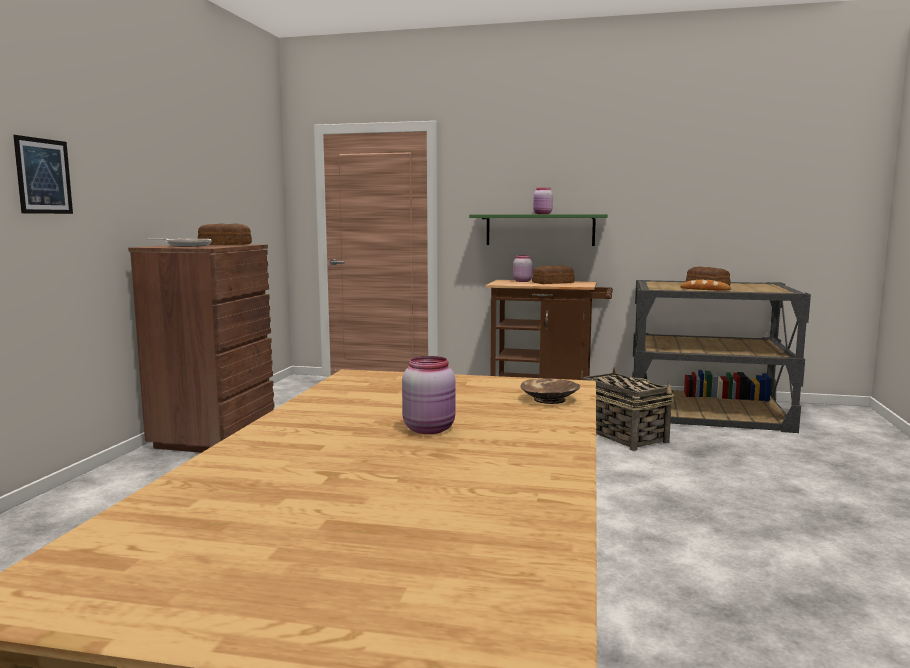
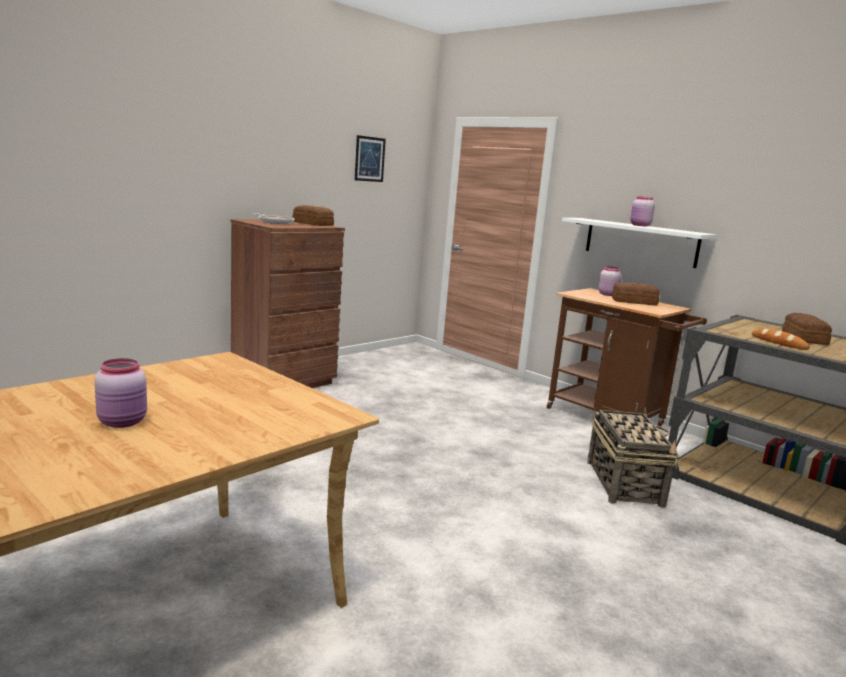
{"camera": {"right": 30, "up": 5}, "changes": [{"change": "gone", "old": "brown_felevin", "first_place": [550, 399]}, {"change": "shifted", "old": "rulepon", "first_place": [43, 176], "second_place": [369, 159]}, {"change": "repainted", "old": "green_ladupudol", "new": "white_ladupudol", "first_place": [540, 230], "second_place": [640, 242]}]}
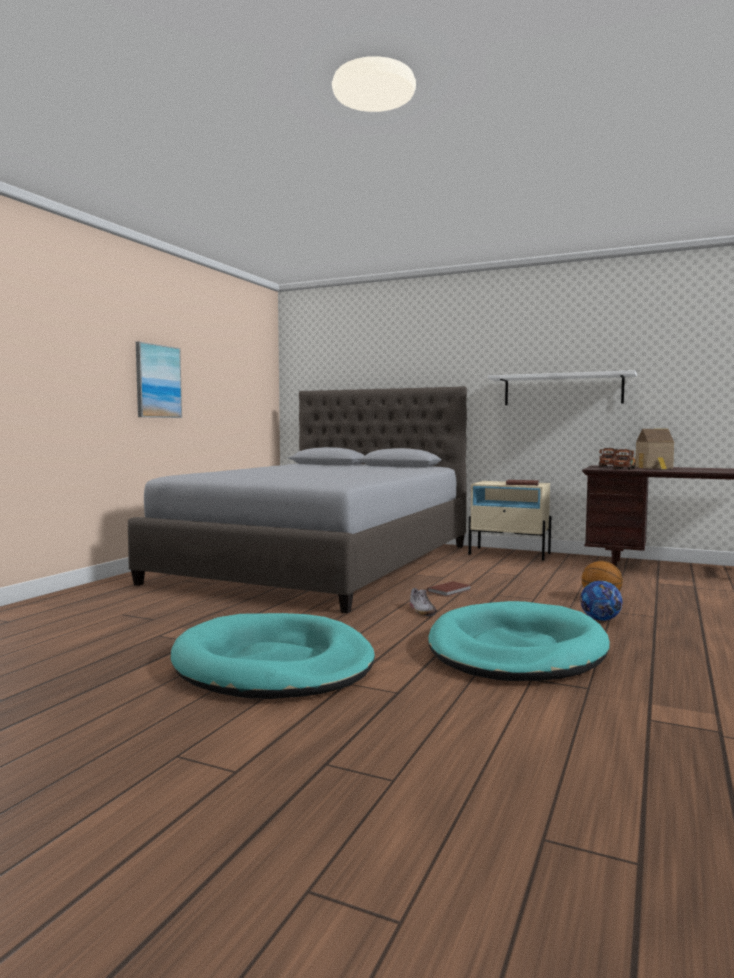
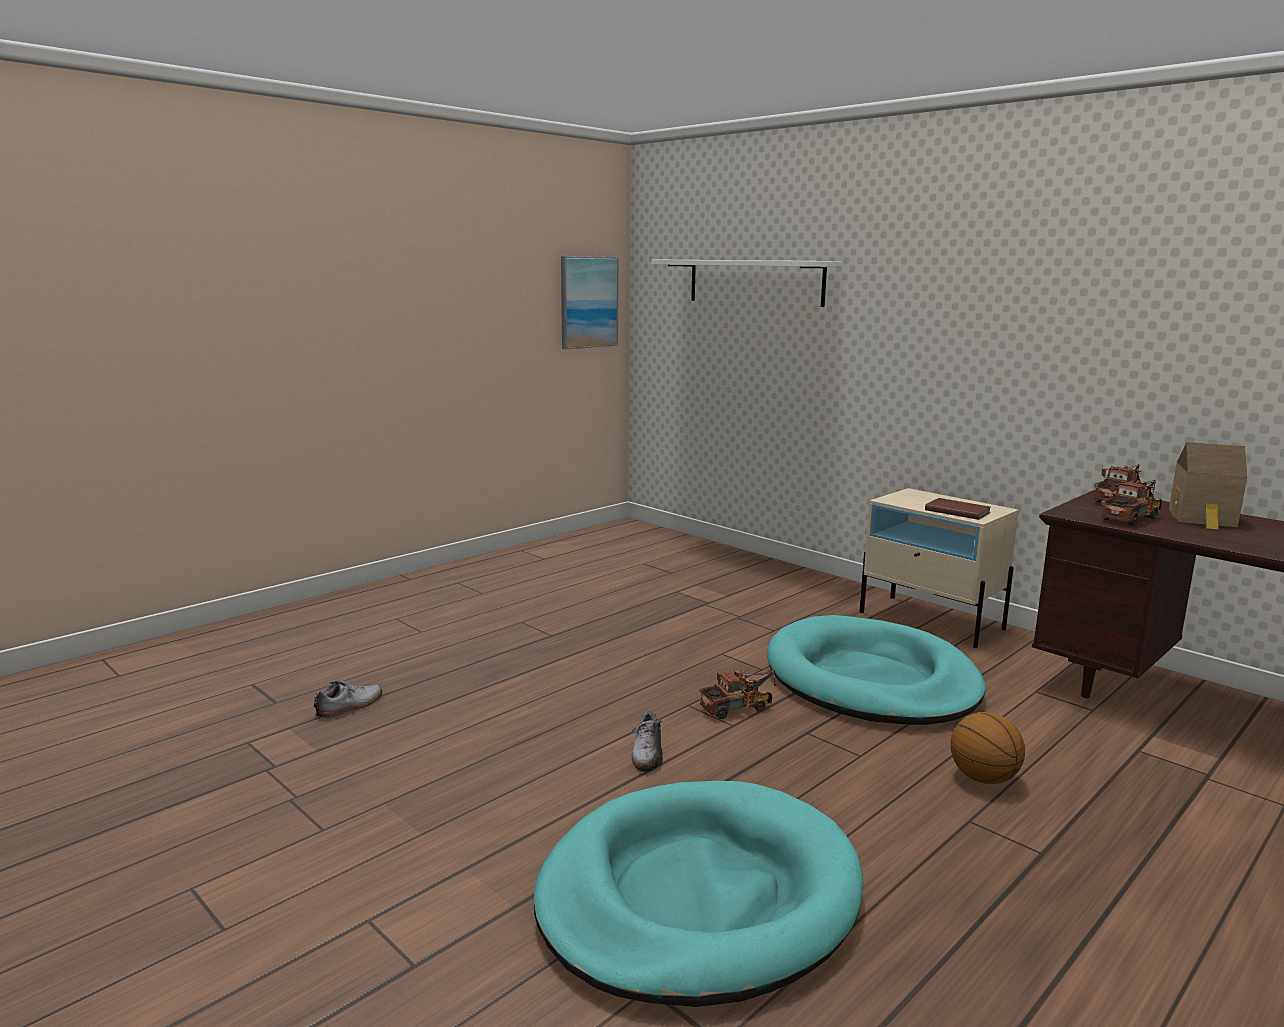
{"camera": {"right": 20, "up": 10}, "changes": [{"change": "gone", "old": "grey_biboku", "first_place": [321, 563]}, {"change": "gone", "old": "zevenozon", "first_place": [600, 619]}, {"change": "new", "new": "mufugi", "second_place": [350, 706]}, {"change": "shifted", "old": "rulepon", "first_place": [157, 381], "second_place": [588, 302]}, {"change": "shifted", "old": "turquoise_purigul", "first_place": [273, 664], "second_place": [871, 680]}, {"change": "shifted", "old": "white_ladupudol", "first_place": [562, 390], "second_place": [755, 282]}, {"change": "swapped", "old": "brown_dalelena", "new": "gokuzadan", "first_place": [450, 590], "second_place": [740, 707]}]}
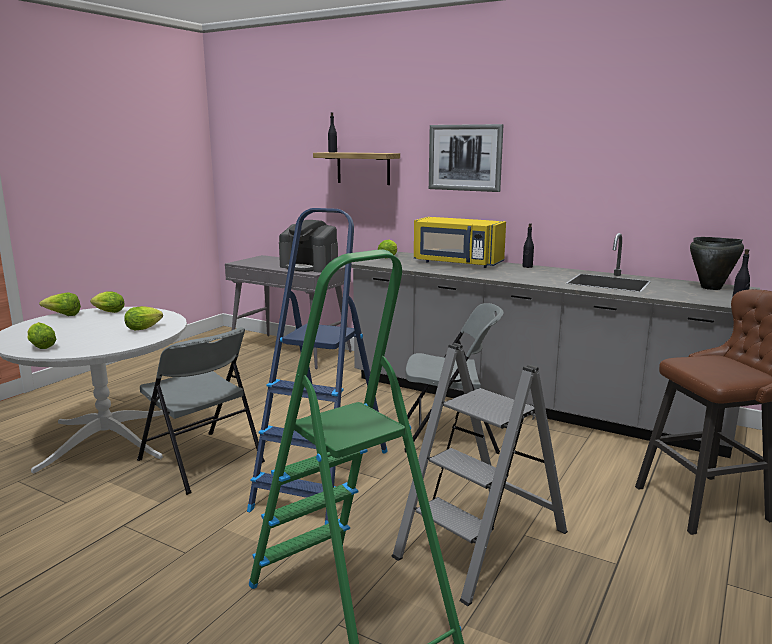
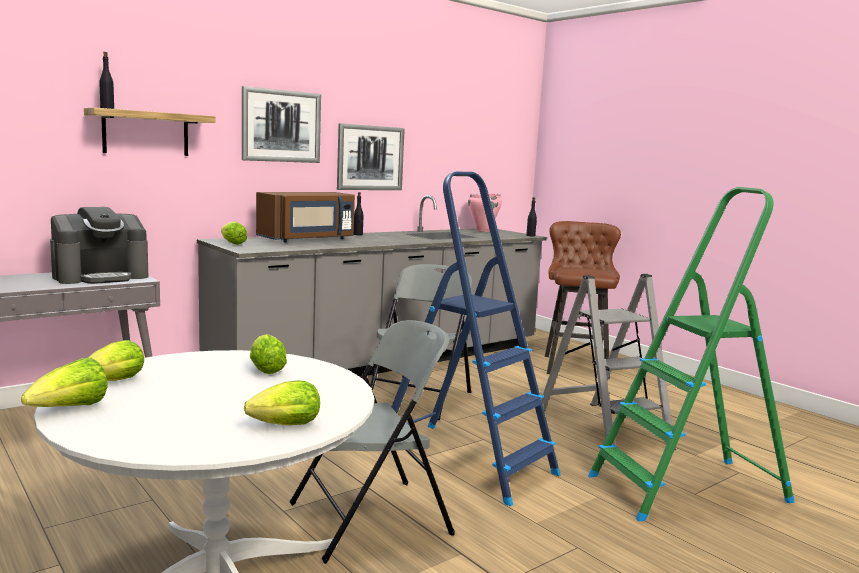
{"camera": {"right": -70, "up": -5}, "changes": [{"change": "new", "new": "rulepon", "second_place": [370, 158]}, {"change": "repainted", "old": "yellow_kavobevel", "new": "brown_kavobevel", "first_place": [457, 263], "second_place": [308, 239]}, {"change": "repainted", "old": "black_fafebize", "new": "pink_fafebize", "first_place": [711, 288], "second_place": [483, 230]}]}
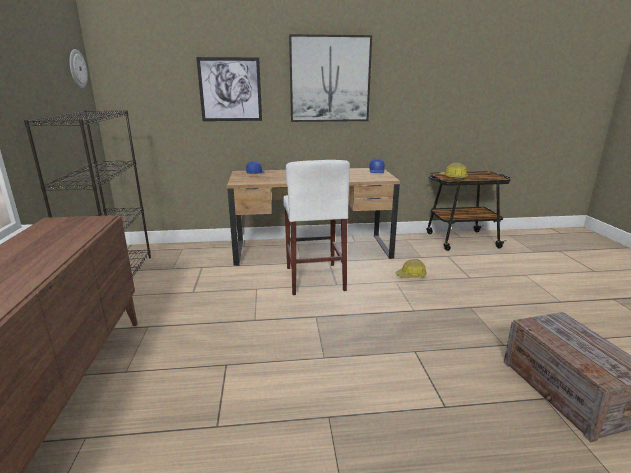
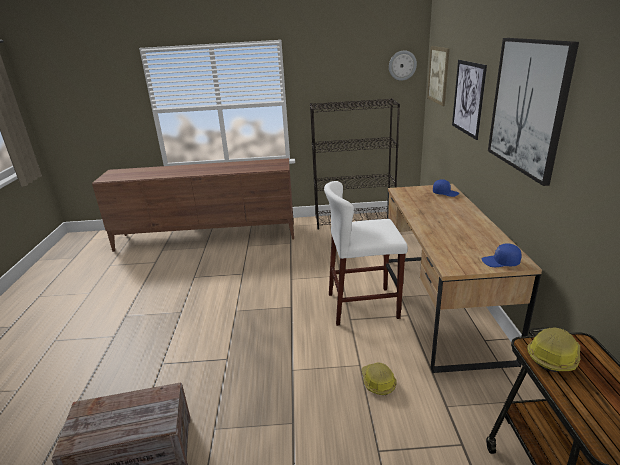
{"camera": {"right": 95, "up": 5}, "changes": [{"change": "new", "new": "rulepon", "second_place": [438, 75]}]}
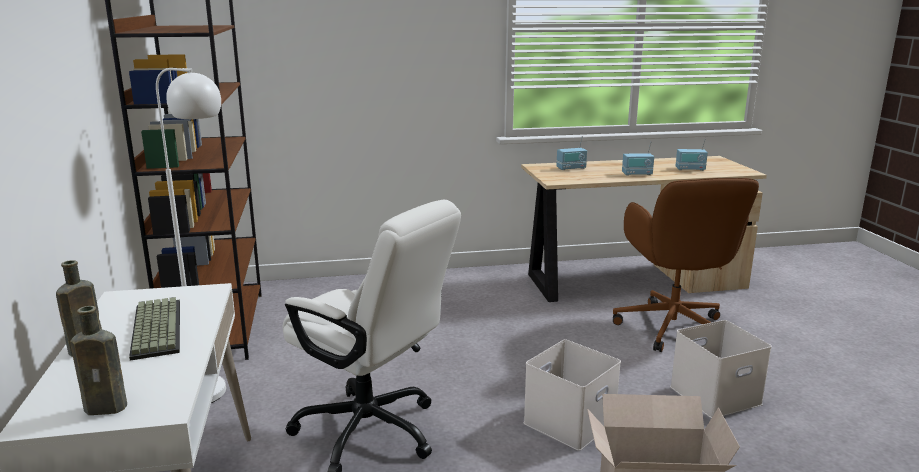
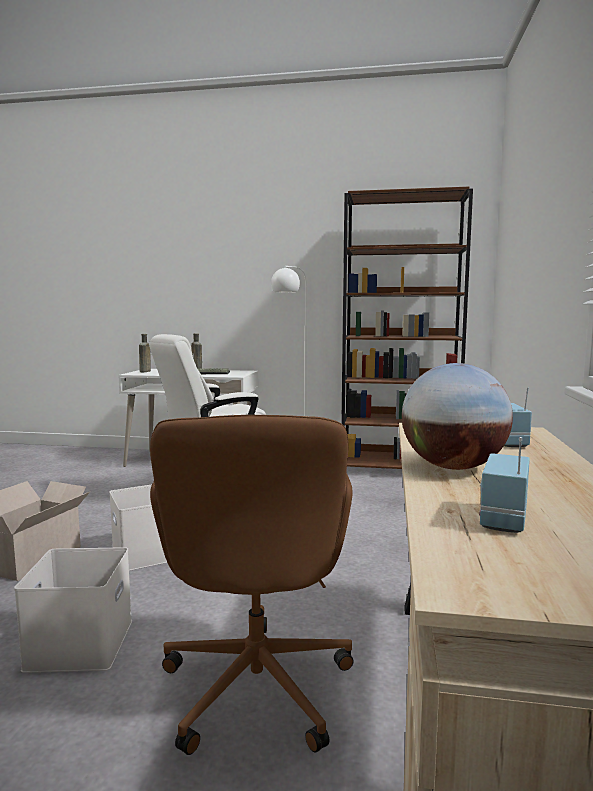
{"camera": {"right": 110, "up": -10}, "changes": [{"change": "swapped", "old": "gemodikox", "new": "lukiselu", "first_place": [637, 174], "second_place": [453, 467]}, {"change": "rotated", "old": "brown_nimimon", "first_place": [672, 329], "second_place": [256, 689], "degrees": -105}]}
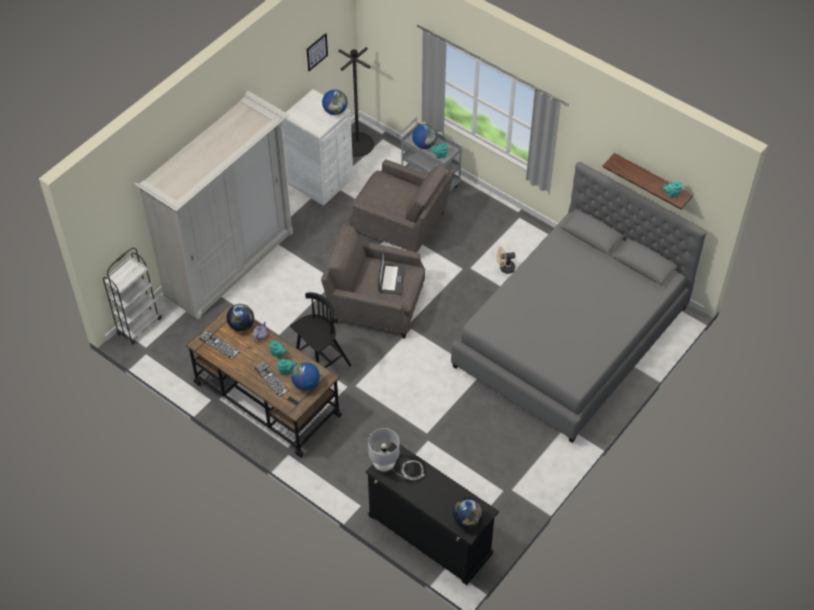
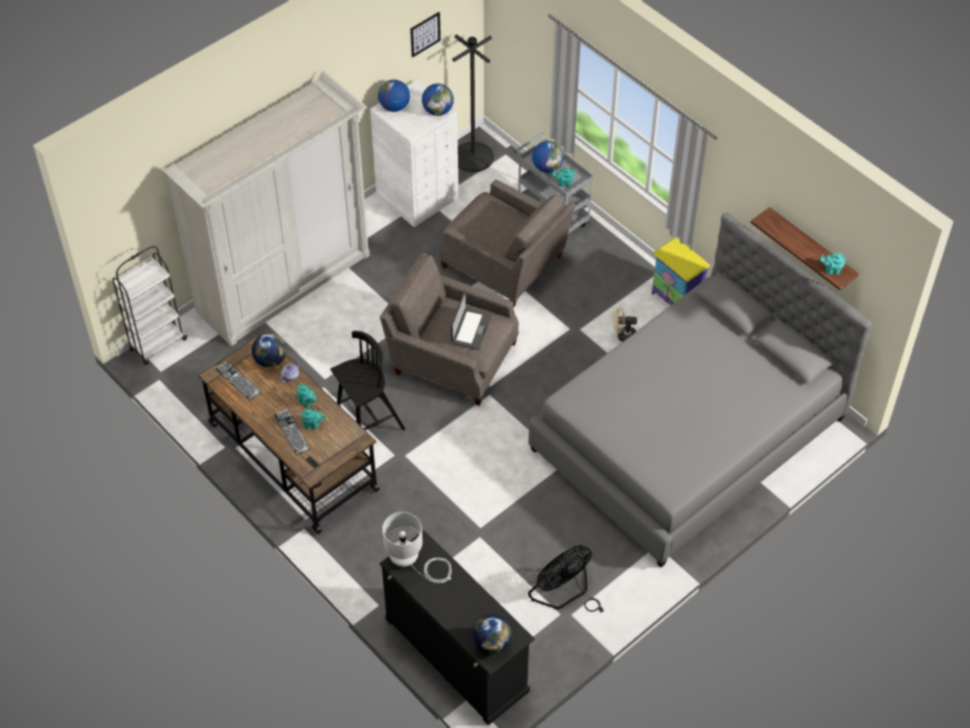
{"camera": {"right": 10, "up": 0}, "changes": [{"change": "new", "new": "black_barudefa", "second_place": [568, 592]}, {"change": "new", "new": "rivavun", "second_place": [676, 299]}, {"change": "shifted", "old": "lukiselu", "first_place": [306, 384], "second_place": [394, 107]}]}
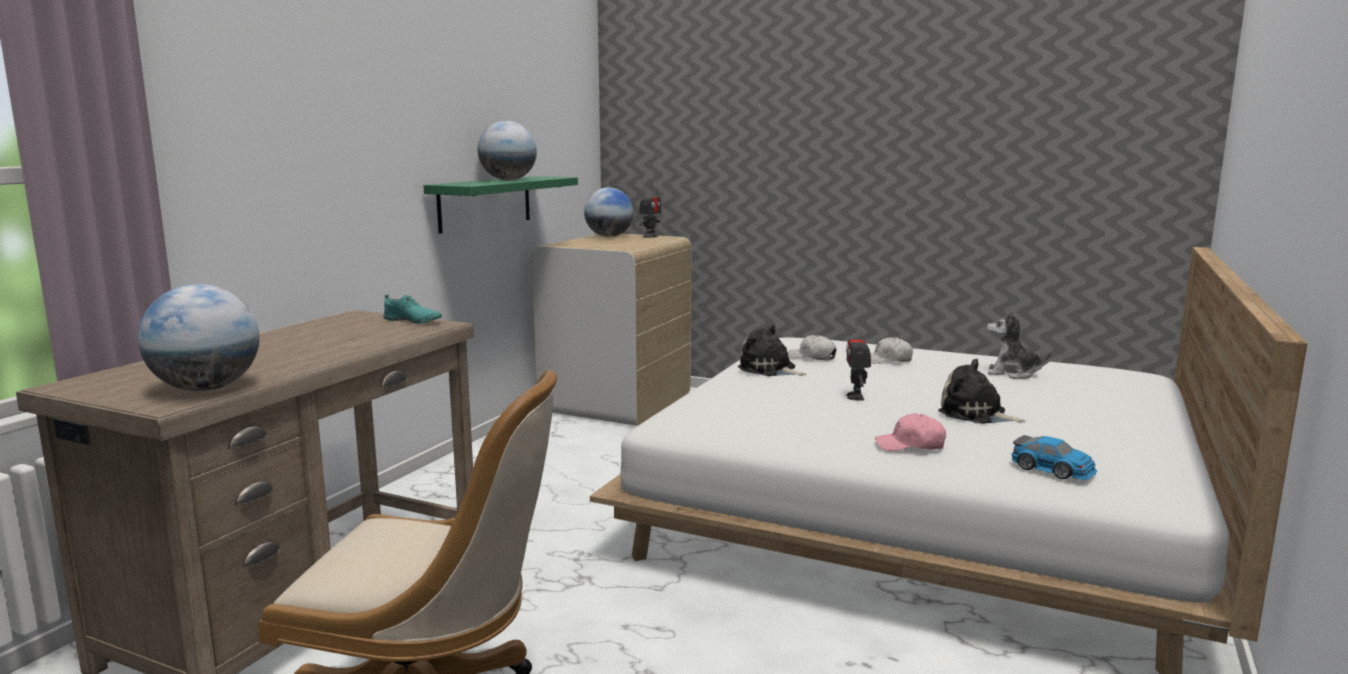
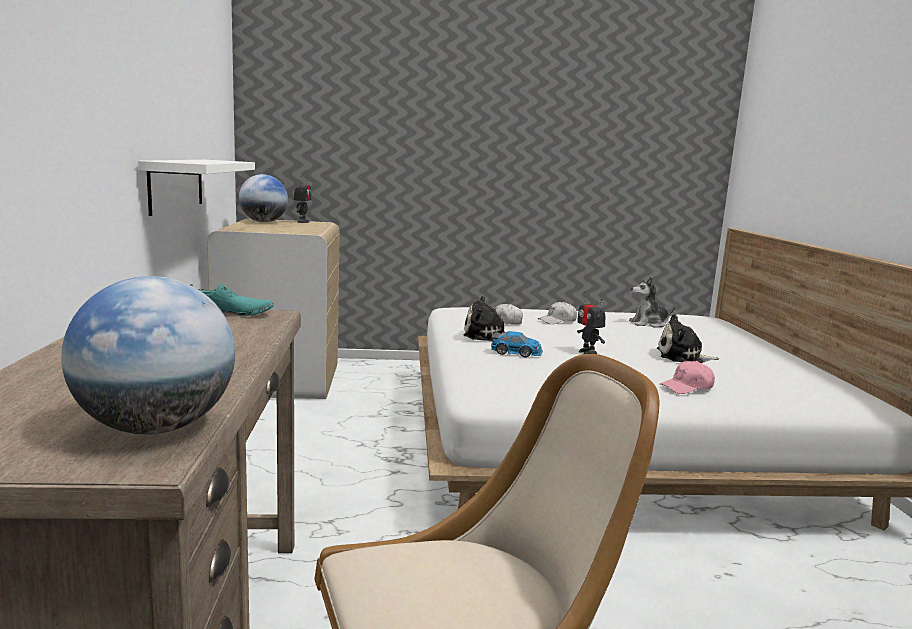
{"camera": {"right": -30, "up": 0}, "changes": [{"change": "gone", "old": "lukiselu", "first_place": [508, 180]}, {"change": "shifted", "old": "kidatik", "first_place": [1053, 469], "second_place": [516, 352]}, {"change": "repainted", "old": "green_ladupudol", "new": "white_ladupudol", "first_place": [485, 203], "second_place": [176, 184]}]}
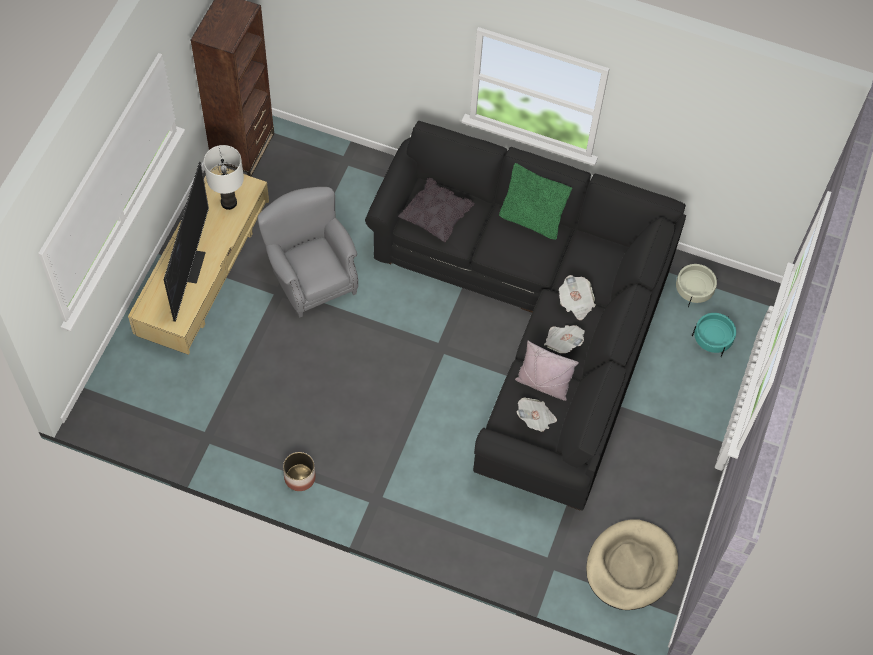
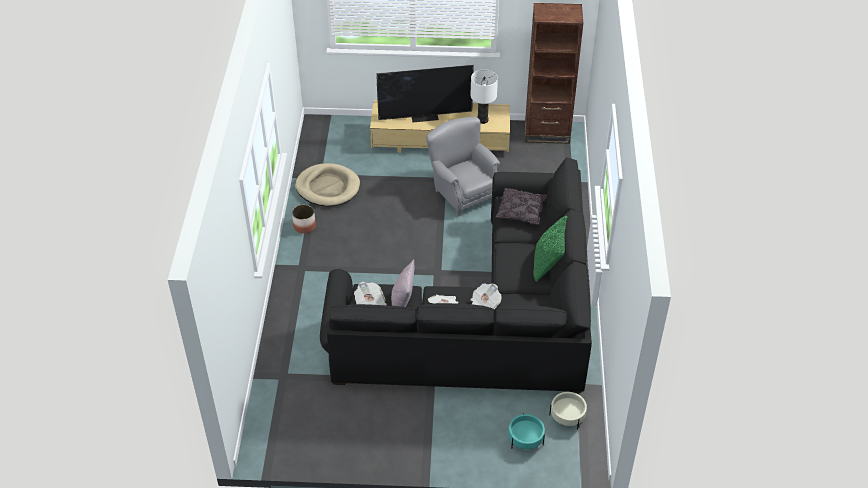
{"camera": {"right": 75, "up": -15}, "changes": [{"change": "shifted", "old": "beige_purigul", "first_place": [630, 566], "second_place": [328, 187]}, {"change": "rotated", "old": "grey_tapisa", "first_place": [311, 276], "second_place": [463, 191], "degrees": -75}]}
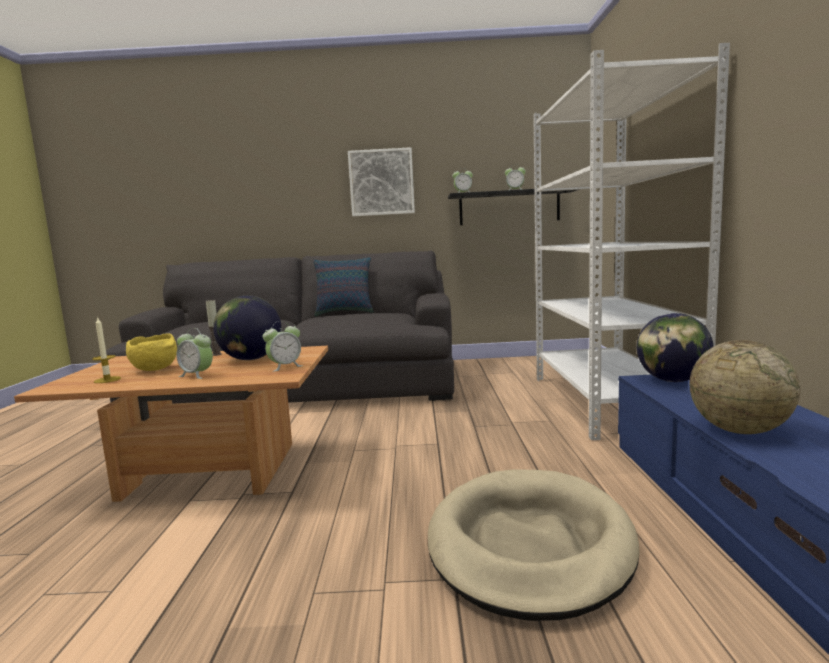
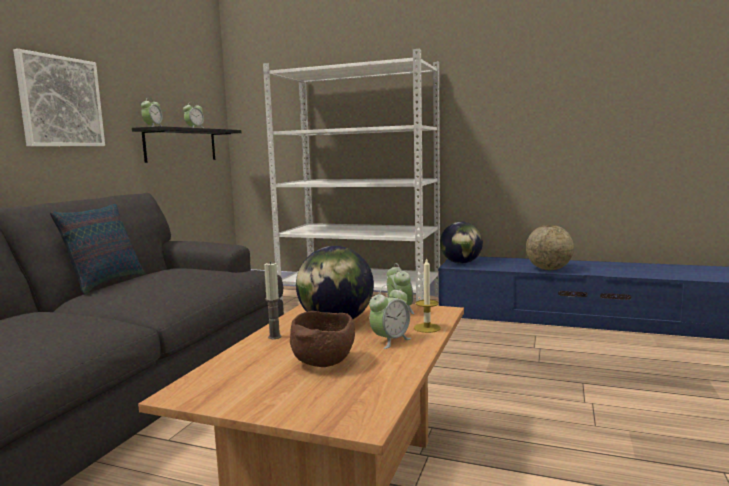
{"camera": {"right": -70, "up": 0}, "changes": [{"change": "gone", "old": "beige_purigul", "first_place": [529, 545]}, {"change": "shifted", "old": "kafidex", "first_place": [107, 380], "second_place": [427, 328]}, {"change": "repainted", "old": "yellow_felevin", "new": "brown_felevin", "first_place": [156, 369], "second_place": [324, 362]}]}
